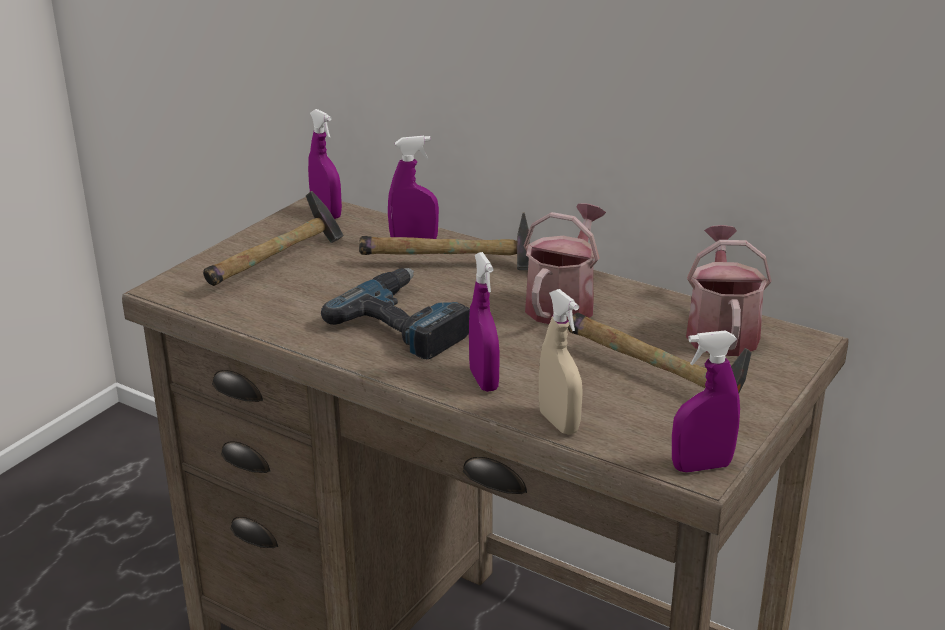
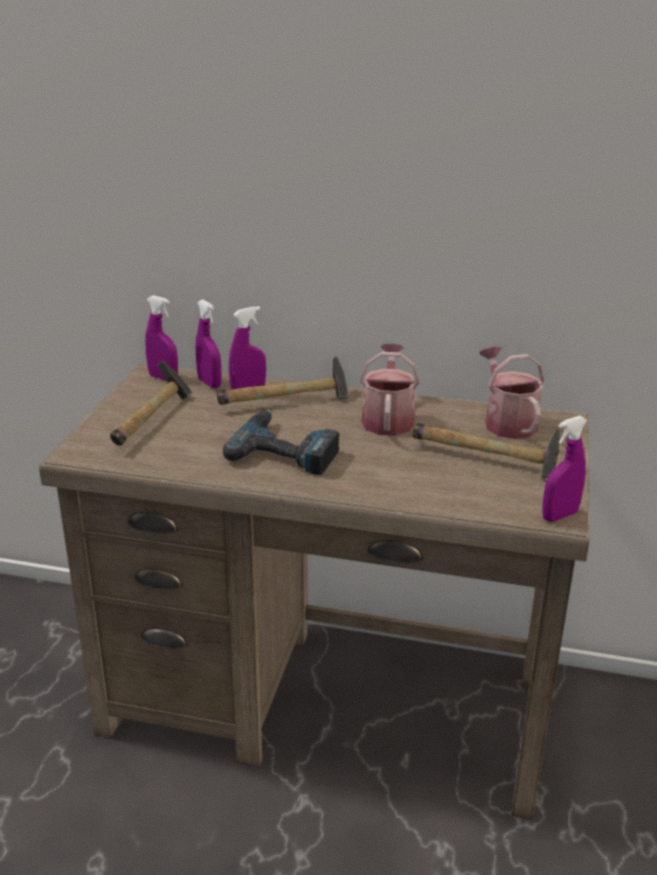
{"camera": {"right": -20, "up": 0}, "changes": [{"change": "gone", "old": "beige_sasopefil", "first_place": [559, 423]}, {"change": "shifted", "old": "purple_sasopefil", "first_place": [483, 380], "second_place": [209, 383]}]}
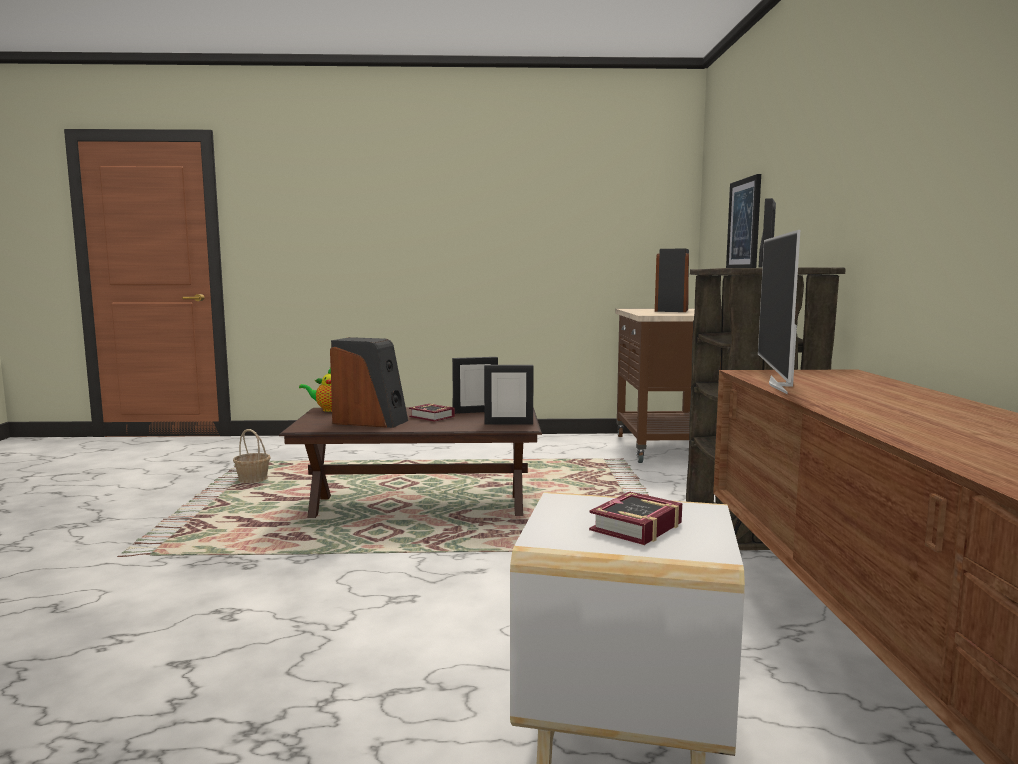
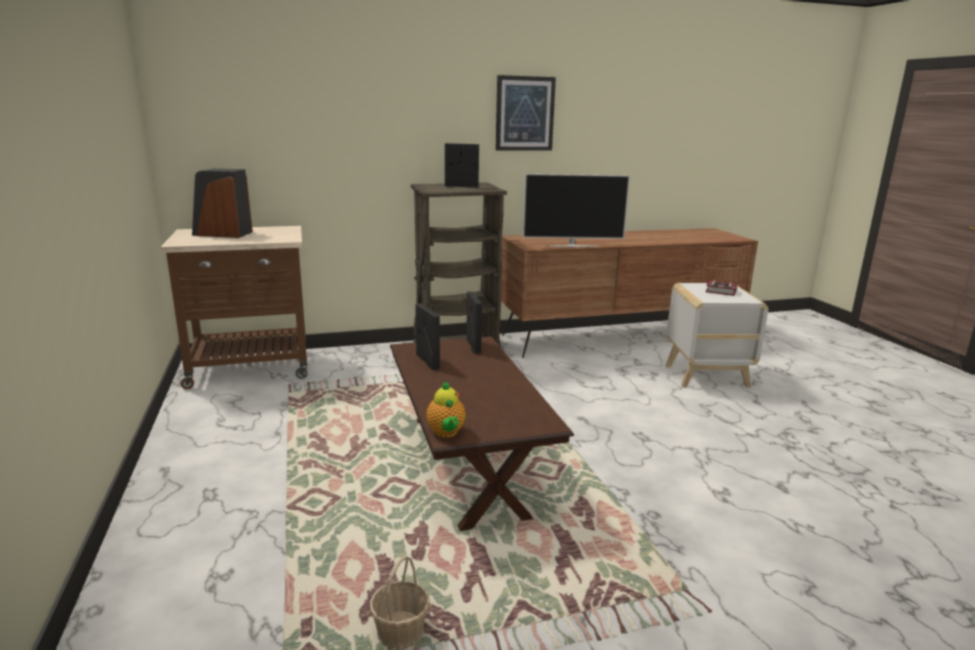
{"camera": {"right": -105, "up": 10}, "changes": [{"change": "gone", "old": "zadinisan", "first_place": [370, 422]}, {"change": "gone", "old": "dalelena", "first_place": [432, 417]}, {"change": "shifted", "old": "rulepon", "first_place": [744, 224], "second_place": [524, 113]}]}
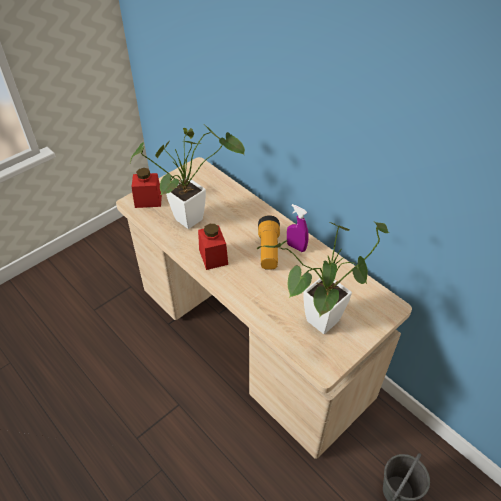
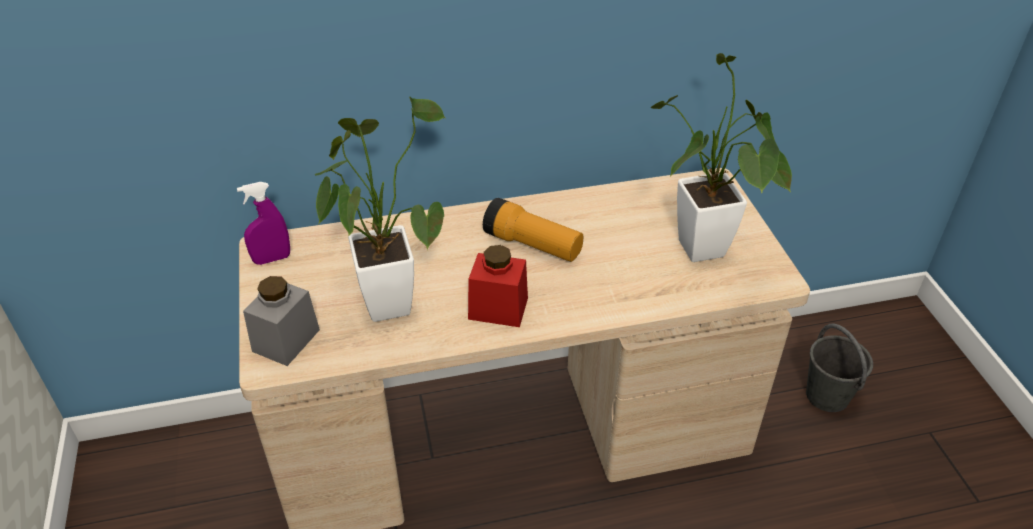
{"camera": {"right": -60, "up": -5}, "changes": [{"change": "shifted", "old": "purple_sasopefil", "first_place": [296, 247], "second_place": [272, 259]}, {"change": "repainted", "old": "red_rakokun", "new": "grey_rakokun", "first_place": [148, 200], "second_place": [286, 340]}]}
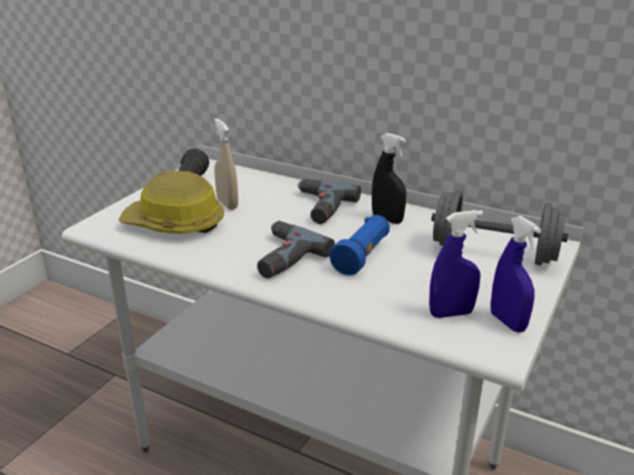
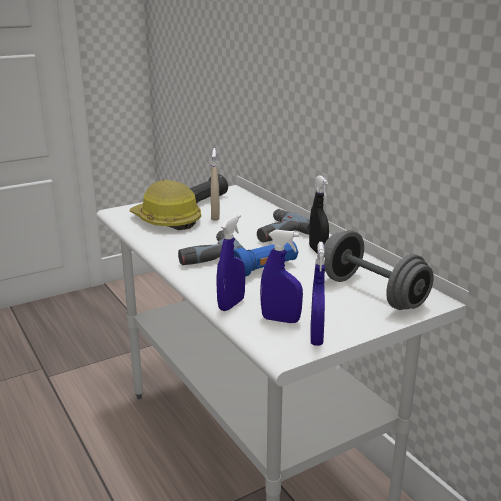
{"camera": {"right": 30, "up": -5}, "changes": [{"change": "new", "new": "blue_sasopefil", "second_place": [231, 304]}]}
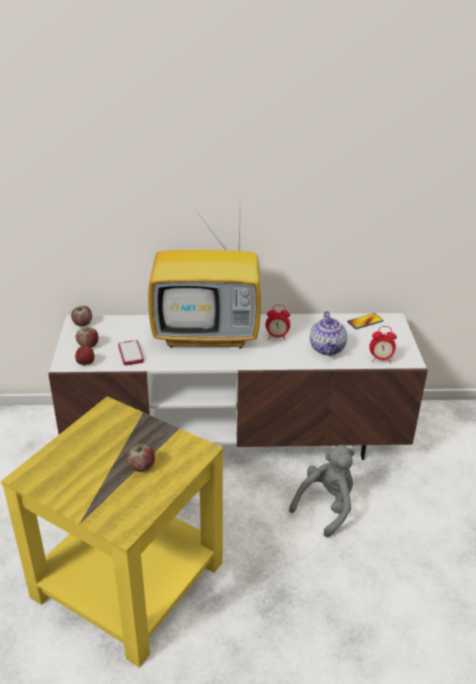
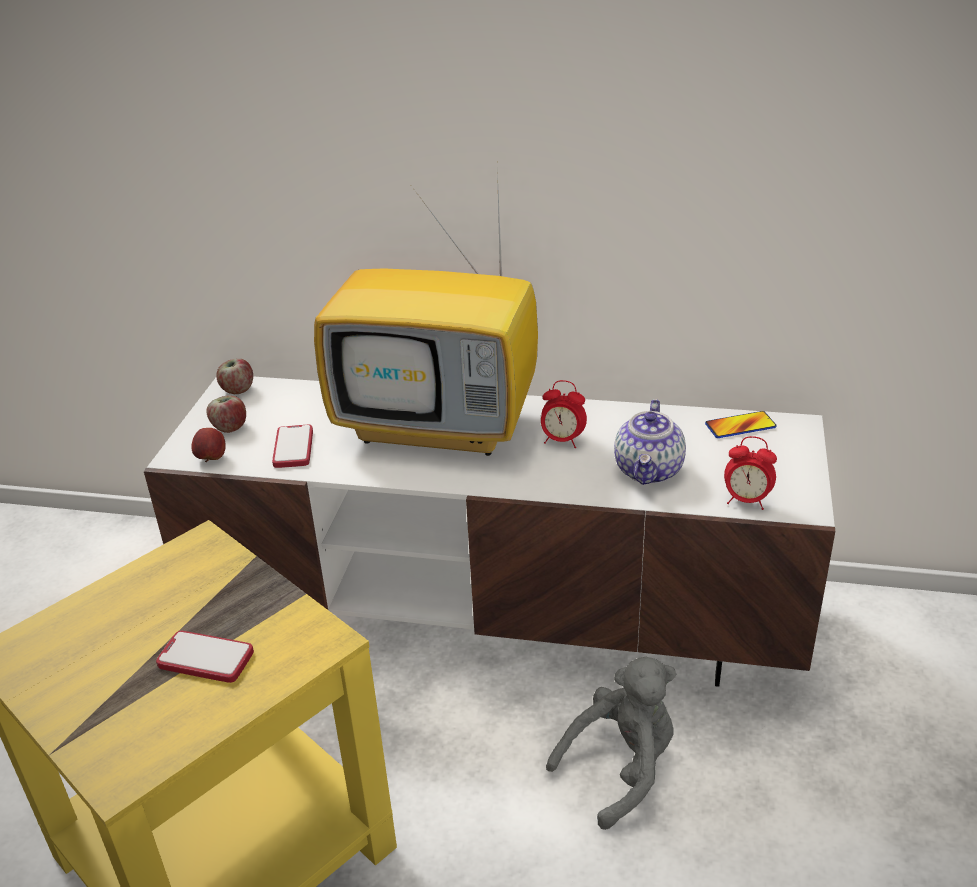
{"camera": {"right": 15, "up": 0}, "changes": [{"change": "swapped", "old": "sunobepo", "new": "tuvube", "first_place": [141, 466], "second_place": [206, 659]}]}
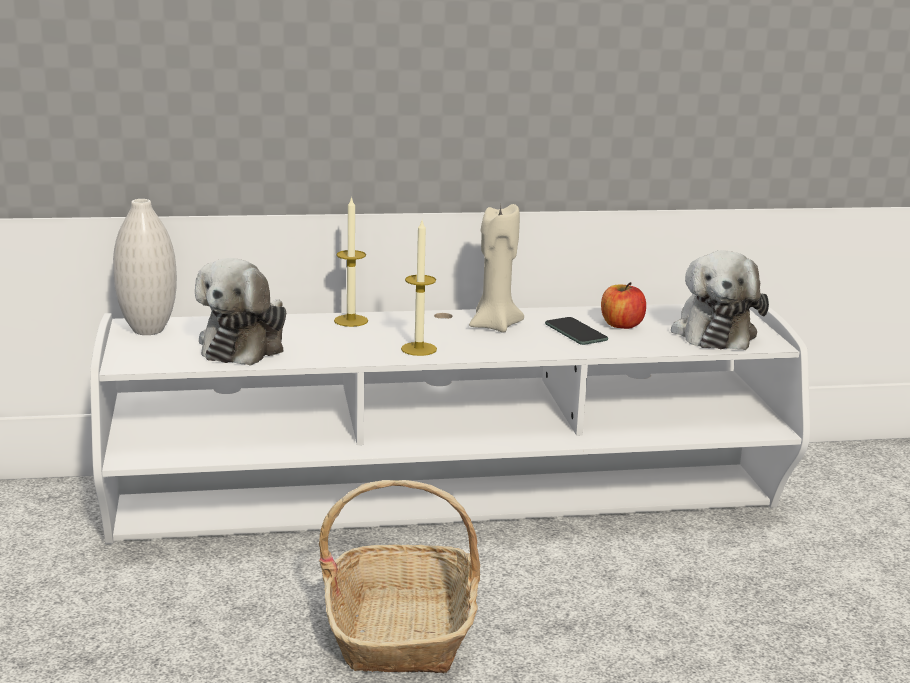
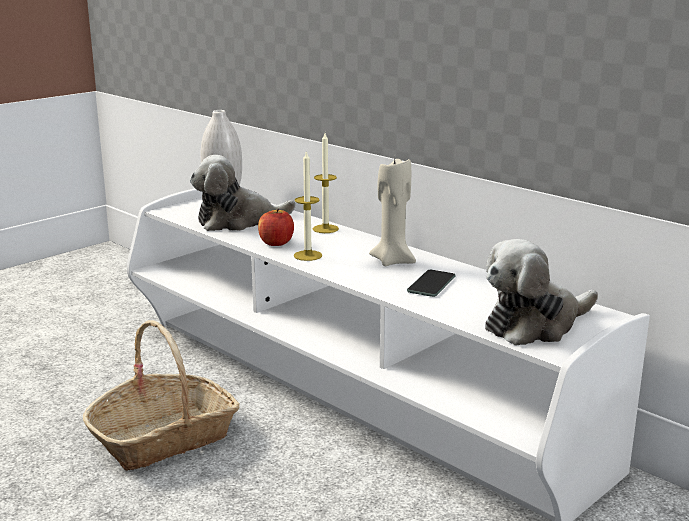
{"camera": {"right": 55, "up": 0}, "changes": [{"change": "shifted", "old": "sunobepo", "first_place": [621, 325], "second_place": [276, 243]}]}
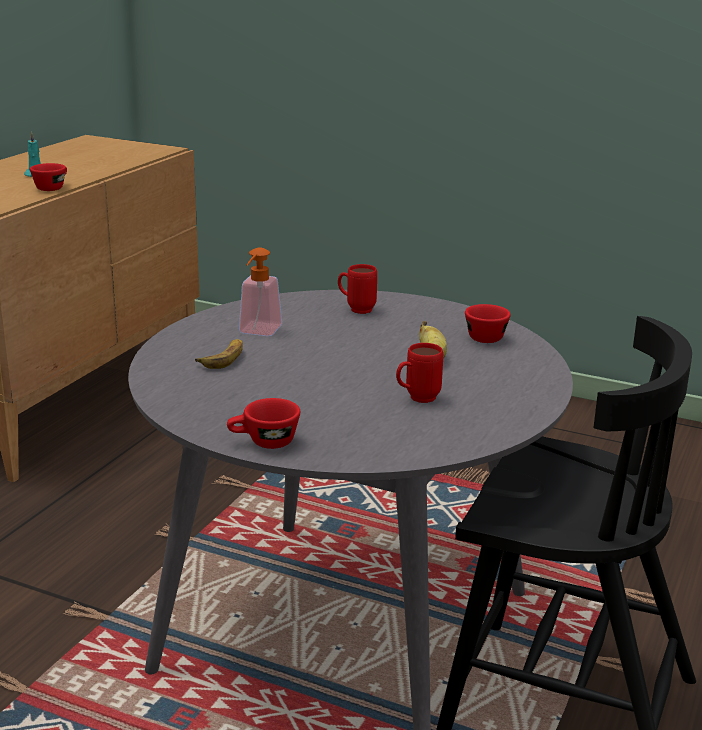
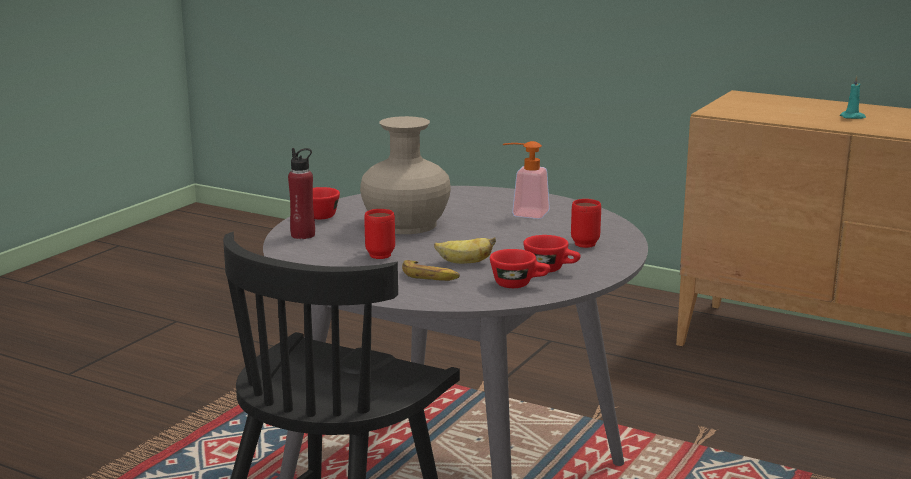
{"camera": {"right": 95, "up": -5}, "changes": [{"change": "new", "new": "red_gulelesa", "second_place": [303, 235]}, {"change": "new", "new": "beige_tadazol", "second_place": [406, 224]}, {"change": "shifted", "old": "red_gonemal", "first_place": [52, 187], "second_place": [551, 269]}, {"change": "shifted", "old": "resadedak", "first_place": [223, 358], "second_place": [430, 276]}]}
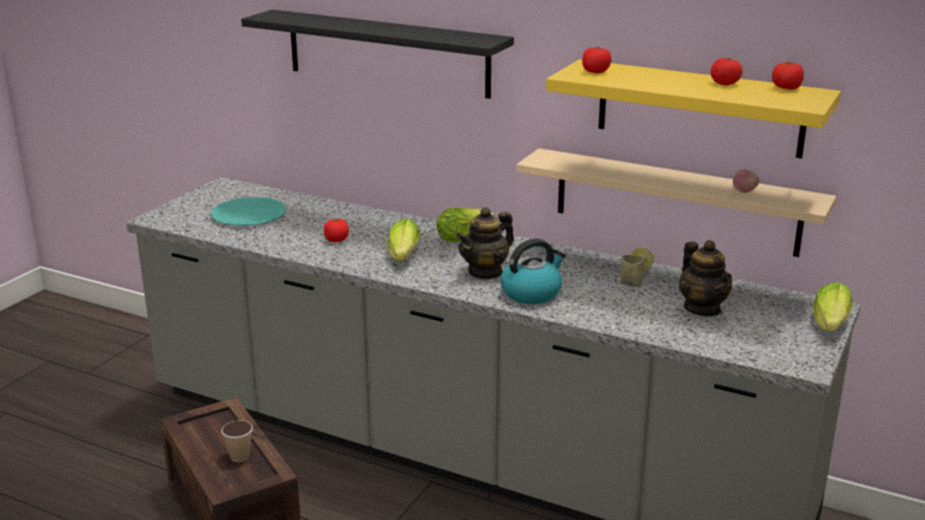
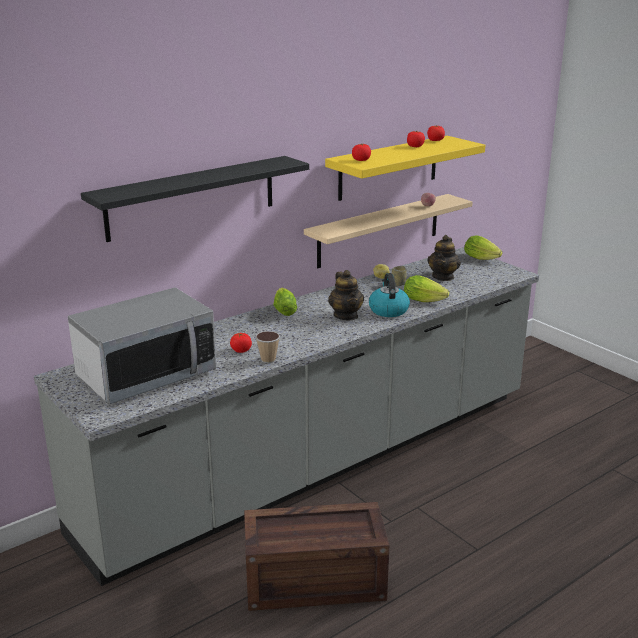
{"camera": {"right": -65, "up": 0}, "changes": [{"change": "shifted", "old": "gonemal", "first_place": [239, 457], "second_place": [268, 360]}, {"change": "shifted", "old": "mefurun", "first_place": [403, 257], "second_place": [426, 300]}, {"change": "swapped", "old": "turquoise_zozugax", "new": "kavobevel", "first_place": [249, 214], "second_place": [146, 375]}, {"change": "rotated", "old": "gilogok", "first_place": [702, 308], "second_place": [443, 277], "degrees": 105}]}
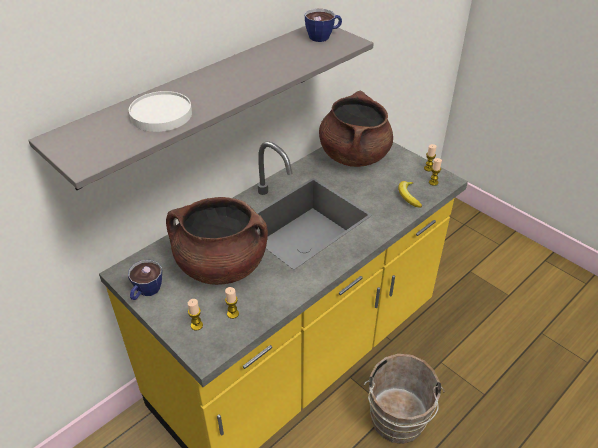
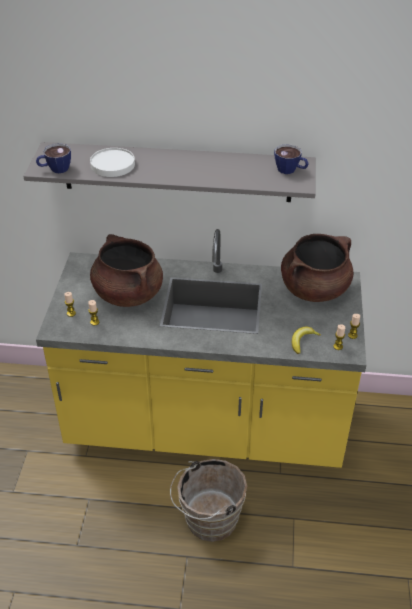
{"camera": {"right": 50, "up": 0}, "changes": [{"change": "shifted", "old": "gonemal", "first_place": [146, 292], "second_place": [55, 169]}]}
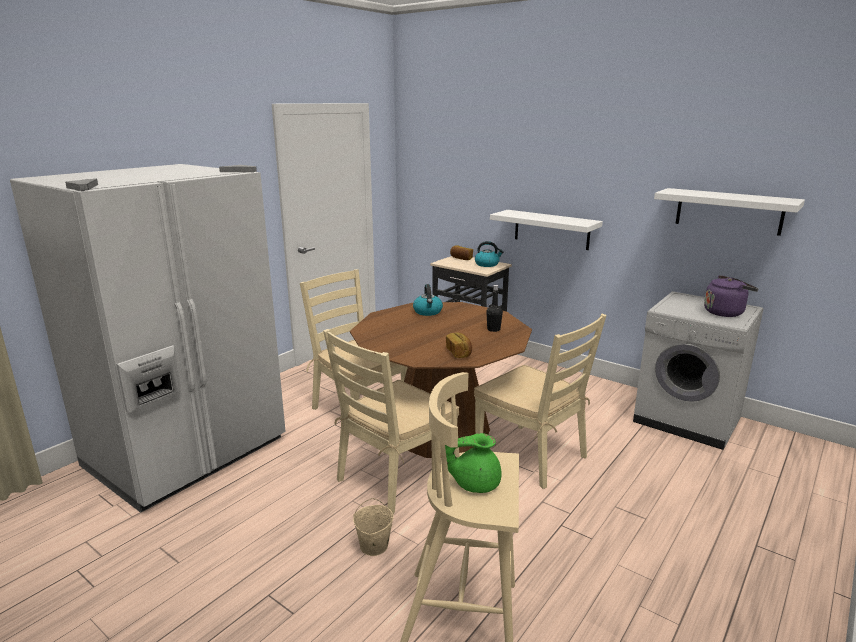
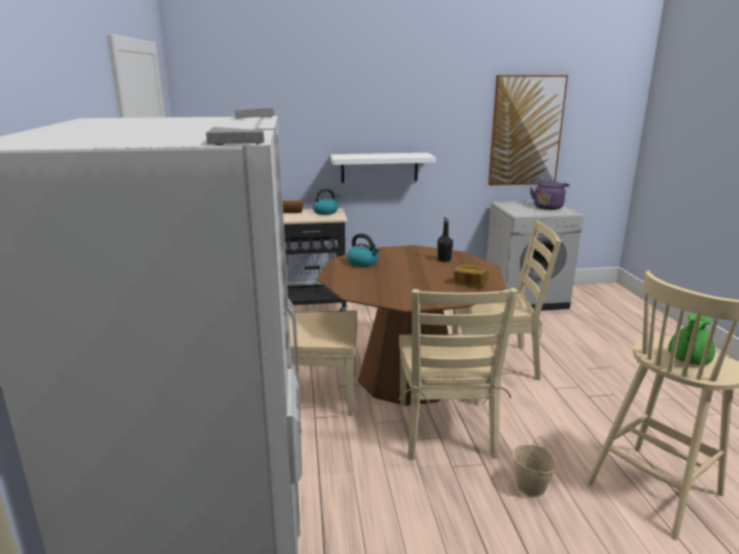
{"camera": {"right": -45, "up": 0}, "changes": [{"change": "swapped", "old": "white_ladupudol", "new": "rulepon", "first_place": [728, 211], "second_place": [526, 131]}]}
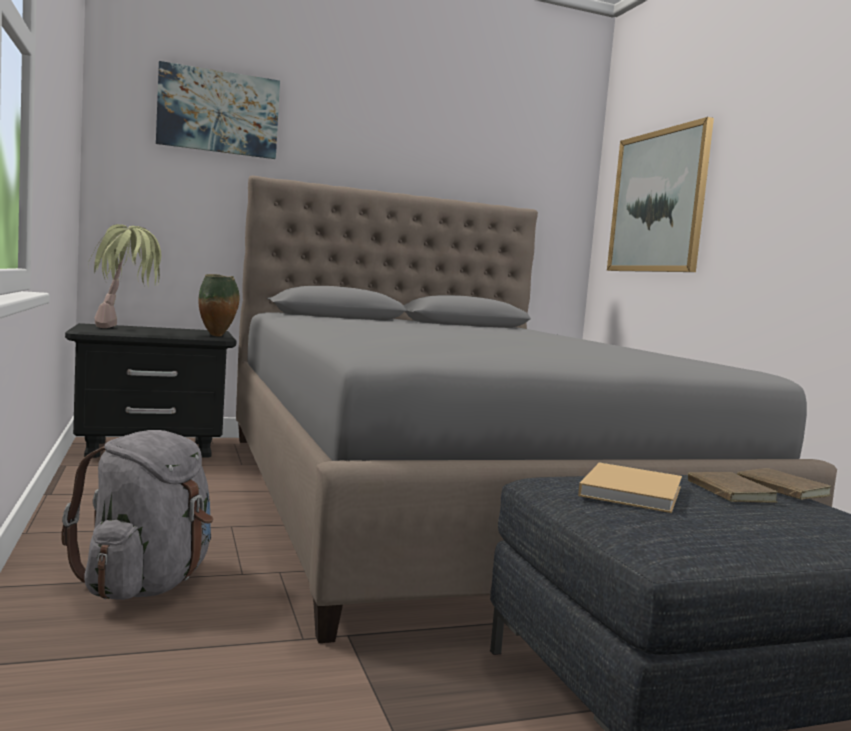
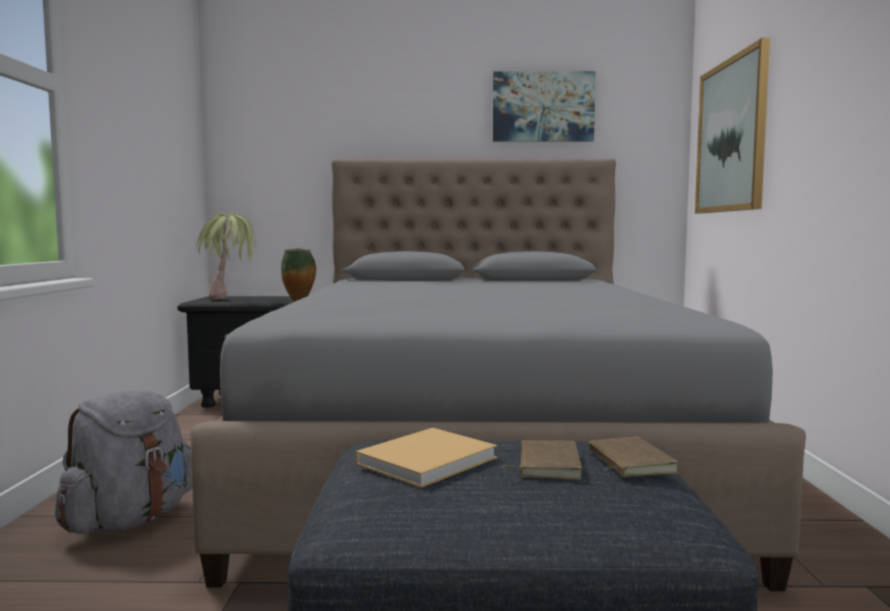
{"camera": {"right": 20, "up": 0}, "changes": [{"change": "shifted", "old": "rulepon", "first_place": [218, 112], "second_place": [543, 107]}]}
